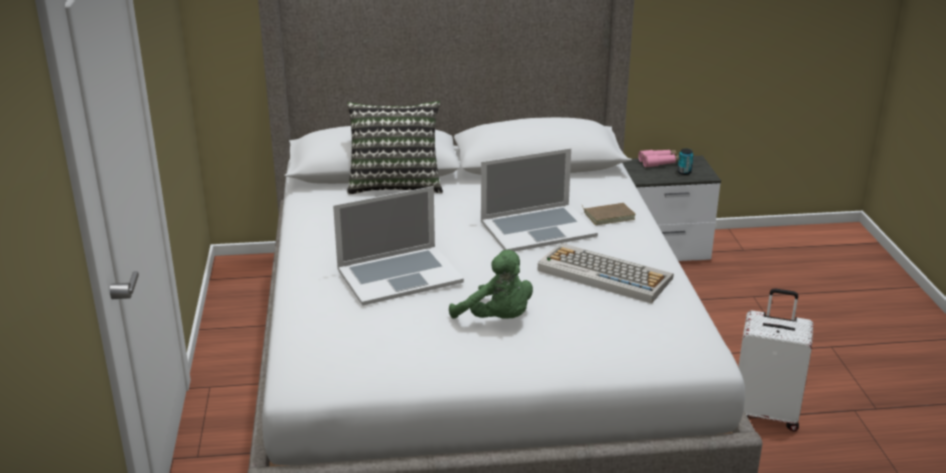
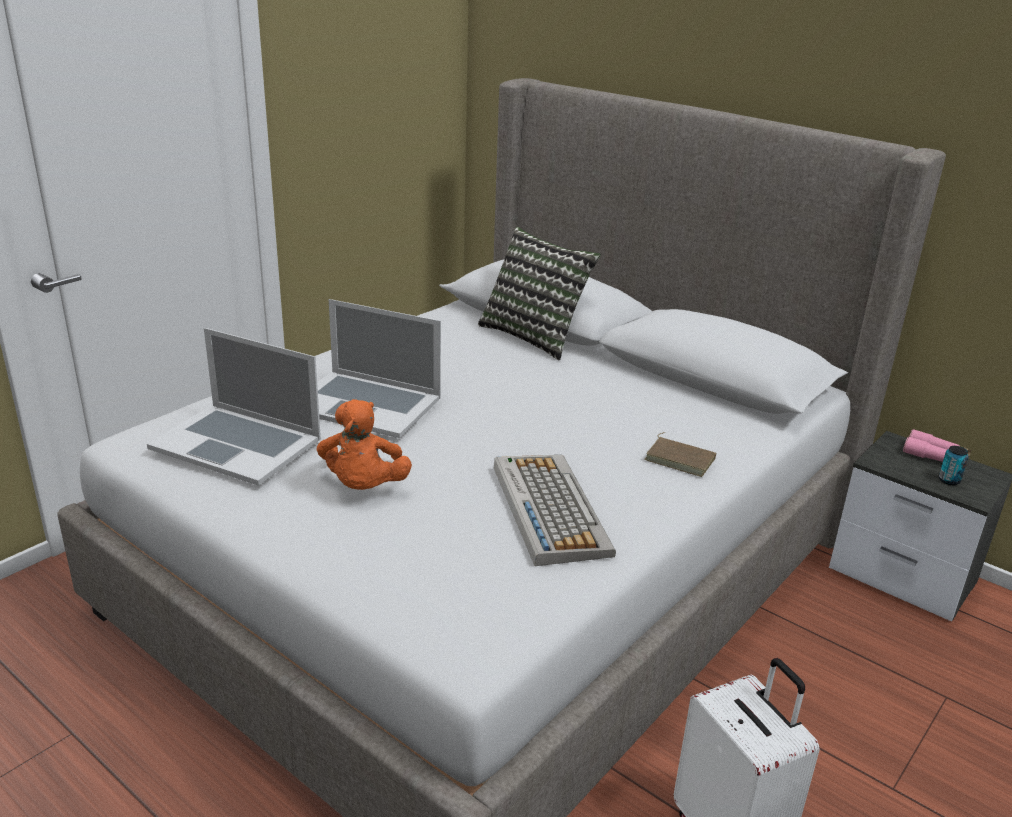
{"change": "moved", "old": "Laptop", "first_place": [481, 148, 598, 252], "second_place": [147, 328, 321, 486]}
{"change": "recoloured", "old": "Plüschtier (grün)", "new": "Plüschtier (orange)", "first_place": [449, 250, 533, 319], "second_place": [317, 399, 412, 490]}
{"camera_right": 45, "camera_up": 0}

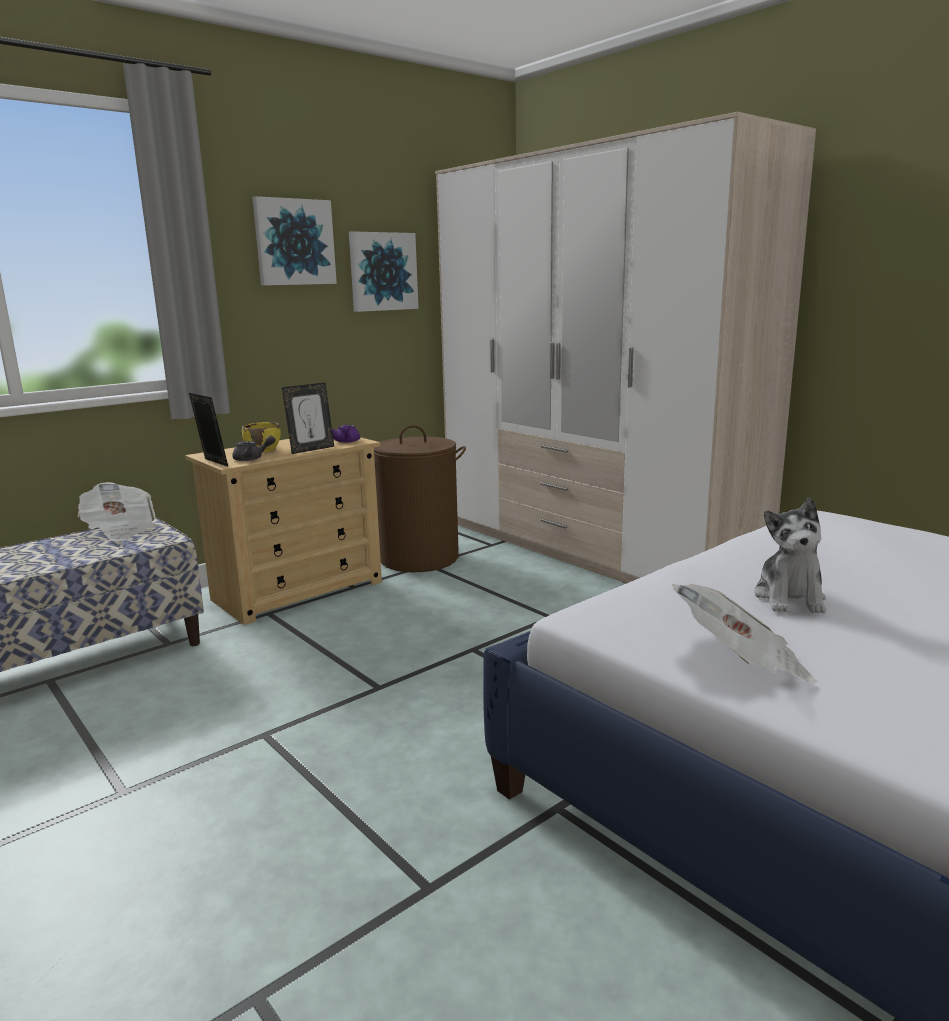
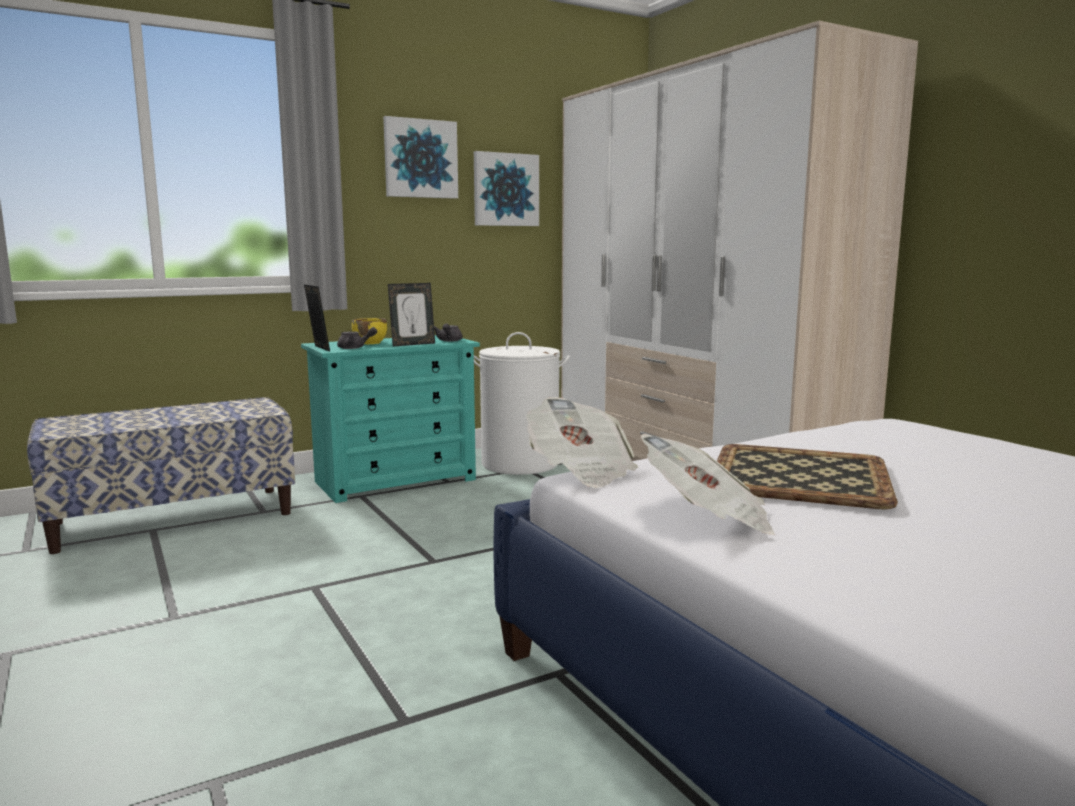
{"change": "recoloured", "old": "Kommode (beige)", "new": "Kommode (türkis)", "first_place": [185, 437, 382, 625], "second_place": [301, 335, 480, 503]}
{"change": "recoloured", "old": "Teekanne (lila)", "new": "Teekanne (grau)", "first_place": [332, 425, 360, 443], "second_place": [434, 324, 463, 342]}
{"change": "recoloured", "old": "Wäschekorb (braun)", "new": "Wäschekorb (weiß)", "first_place": [374, 425, 466, 572], "second_place": [474, 332, 570, 475]}
{"change": "moved", "old": "Zeitung", "first_place": [78, 482, 156, 541], "second_place": [526, 397, 638, 488]}
{"change": "replaced", "old": "Plüschtier", "new": "Tablett", "first_place": [754, 497, 826, 614], "second_place": [717, 444, 898, 509]}
{"camera_right": 10, "camera_up": -5}

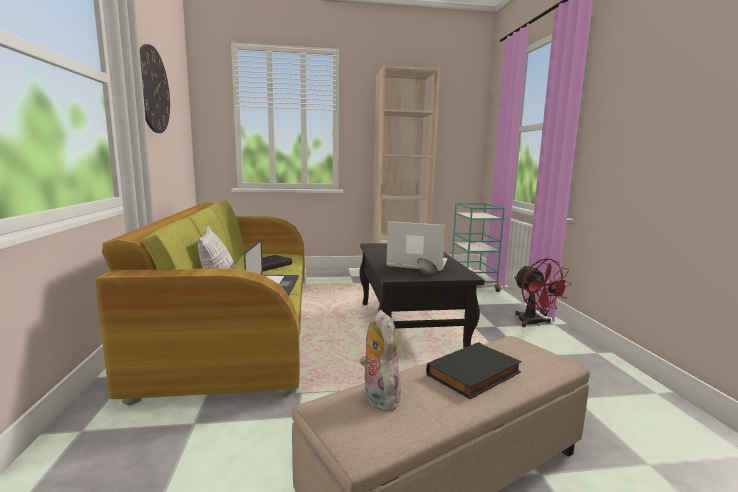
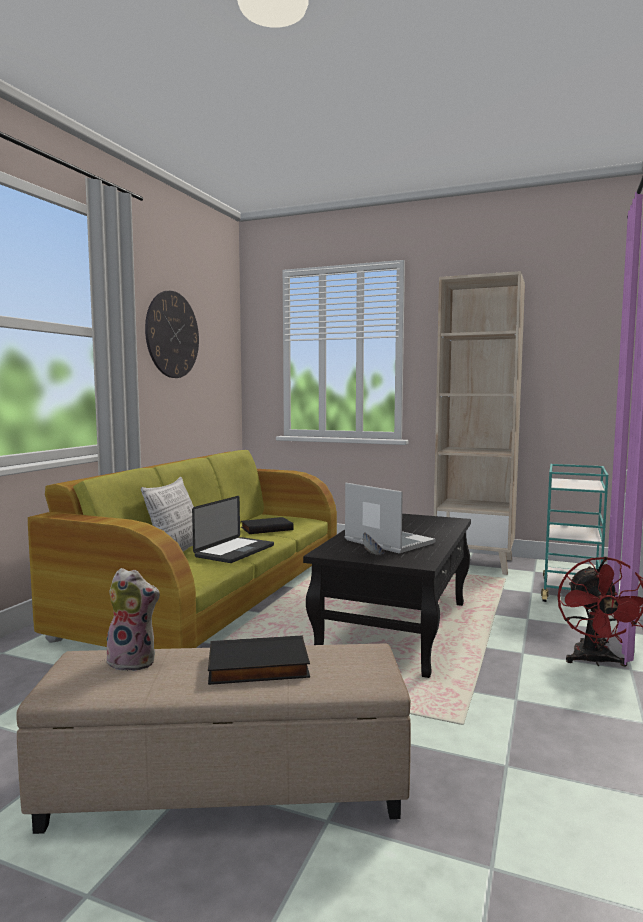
{"change": "turned", "old": "Plüschtier", "first_place": [360, 310, 401, 411], "second_place": [106, 568, 160, 671], "degrees": 90}
{"camera_right": 30, "camera_up": -5}

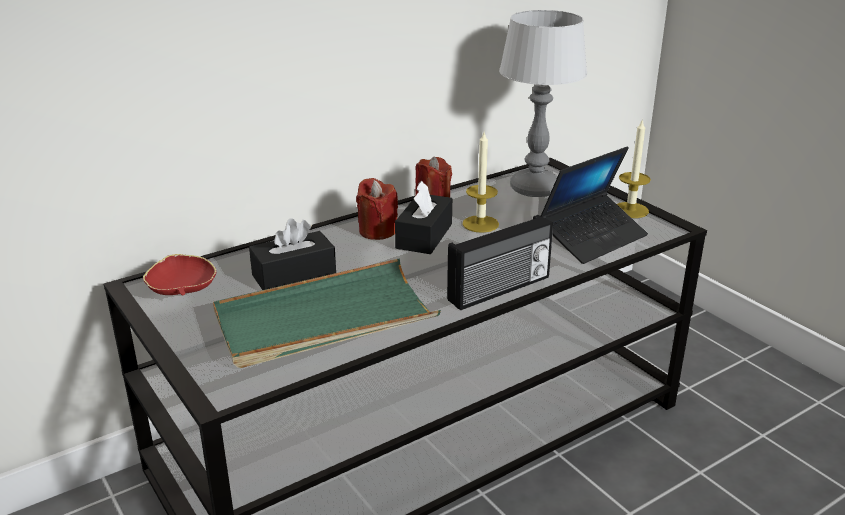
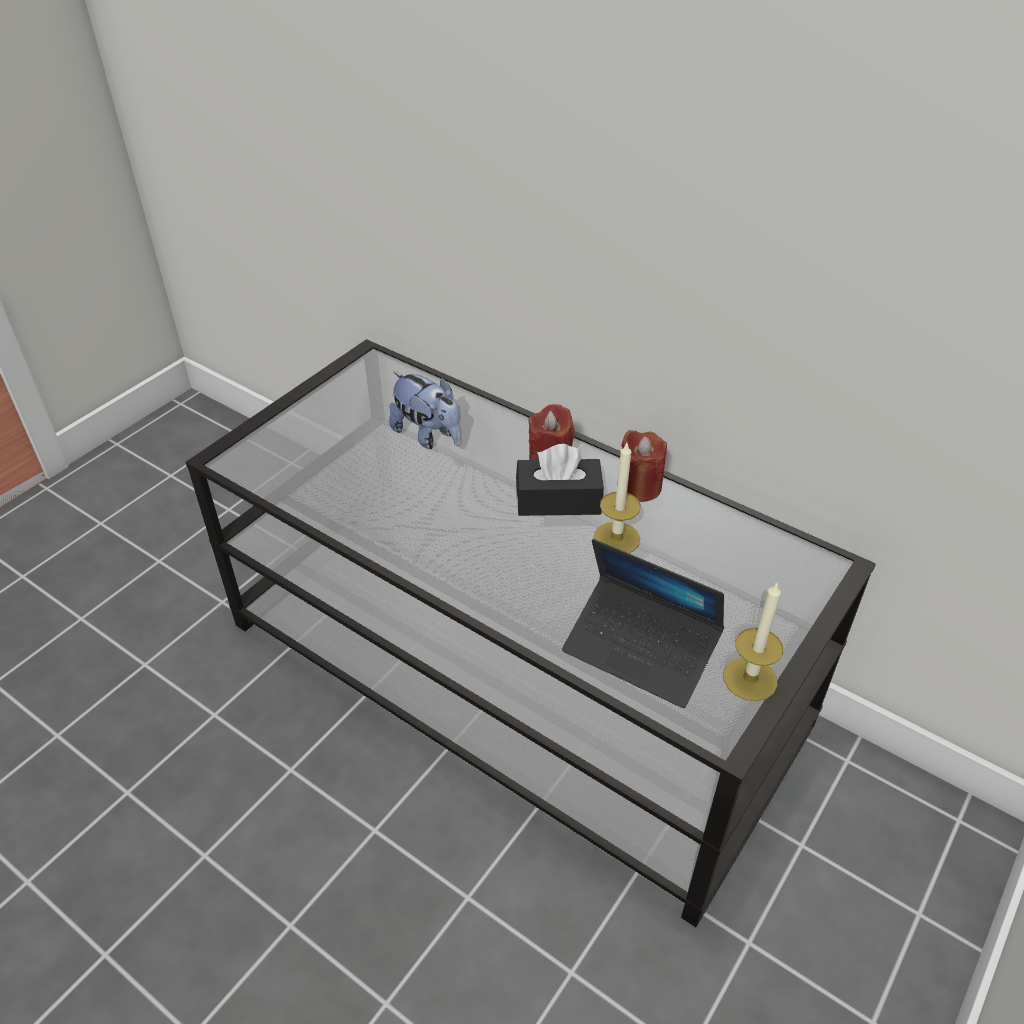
{"change": "replaced", "old": "Taschentuchbox (schwarz)", "new": "Plüschtier", "first_place": [249, 218, 336, 290], "second_place": [389, 372, 462, 449]}
{"change": "removed", "old": "Schüssel (rot)", "first_place": [143, 254, 216, 295]}
{"change": "removed", "old": "Tablett (grün)", "first_place": [213, 259, 441, 368]}
{"change": "removed", "old": "Radio", "first_place": [447, 215, 553, 310]}
{"change": "removed", "old": "Tischlampe", "first_place": [499, 10, 587, 197]}
{"camera_right": 70, "camera_up": 15}

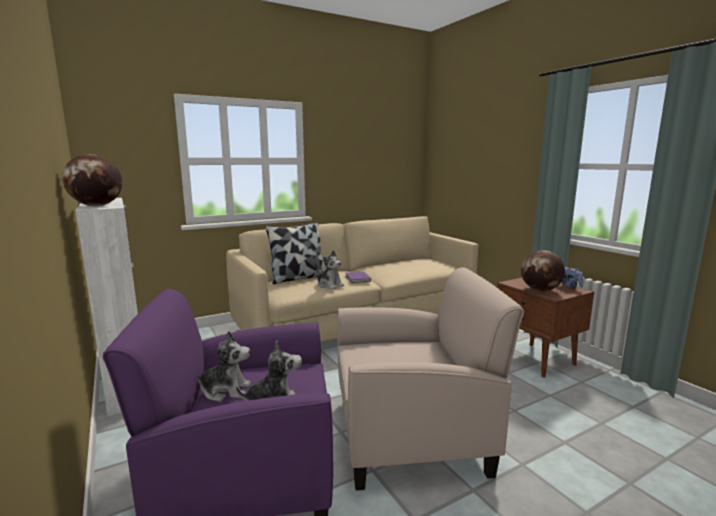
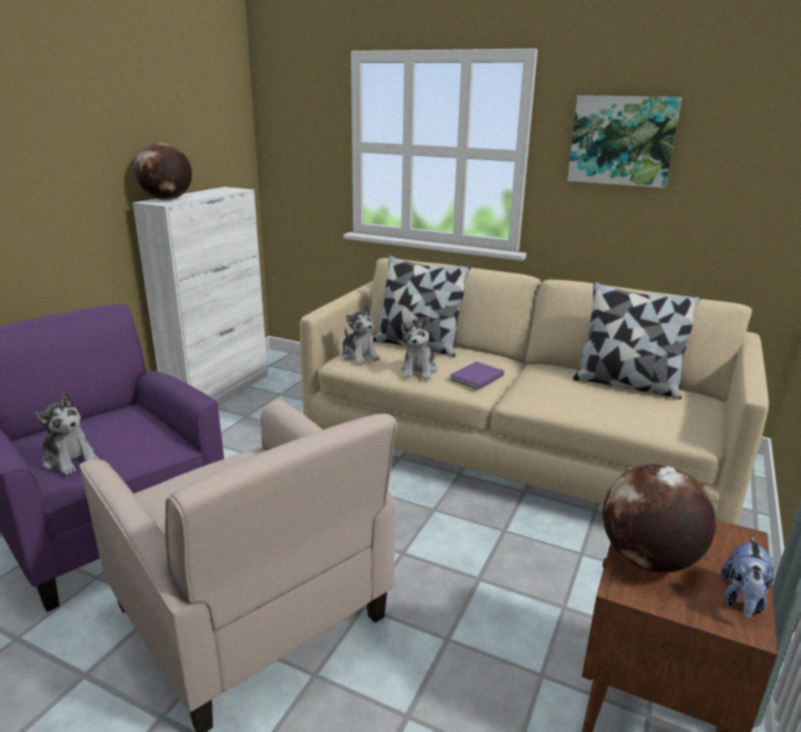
{"change": "moved", "old": "Plüschtier", "first_place": [198, 331, 251, 402], "second_place": [342, 304, 380, 365]}
{"change": "added", "new": "Bild", "second_place": [567, 95, 682, 188]}
{"change": "added", "new": "Kissen", "second_place": [573, 282, 702, 399]}
{"camera_right": 55, "camera_up": 10}

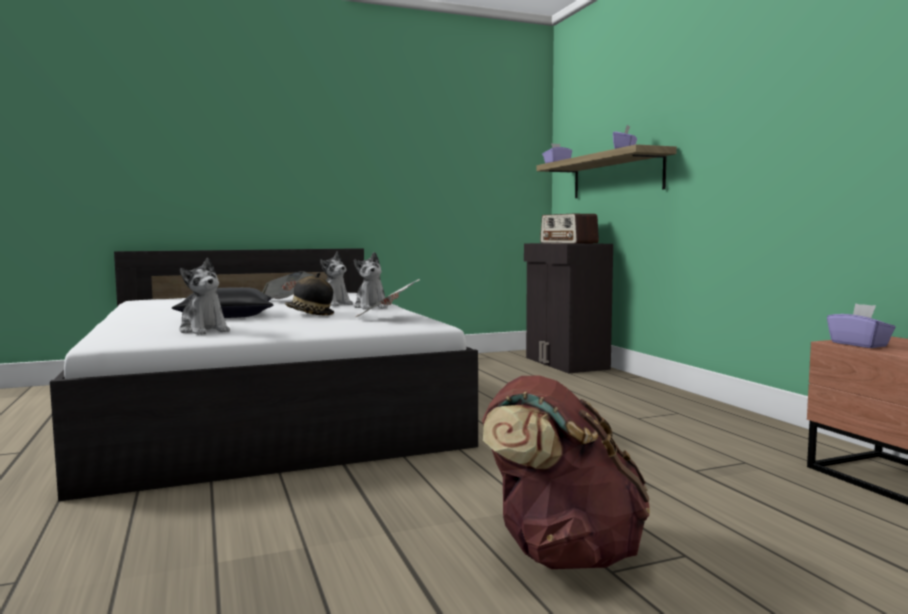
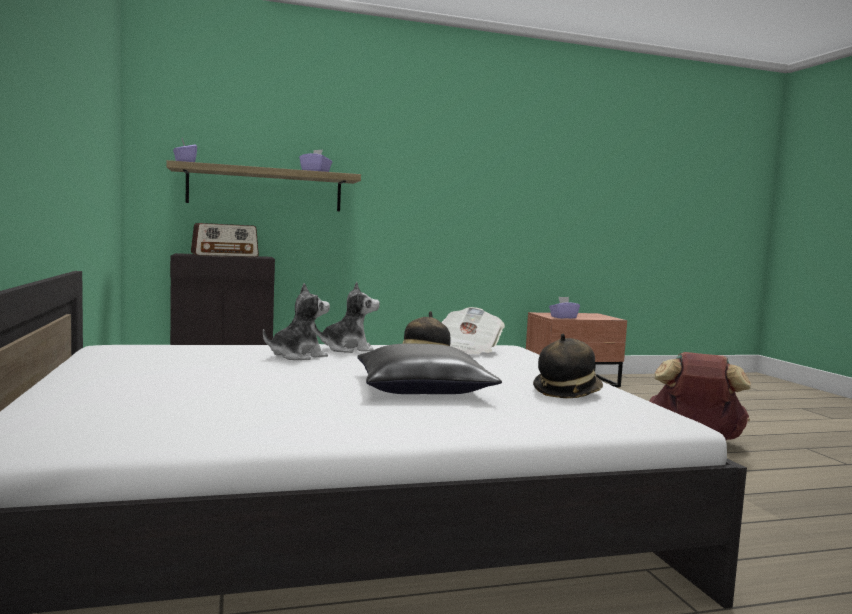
{"change": "replaced", "old": "Plüschtier", "new": "Hut", "first_place": [179, 258, 230, 335], "second_place": [533, 334, 603, 398]}
{"change": "removed", "old": "Zeitung", "first_place": [262, 271, 314, 299]}
{"camera_right": -85, "camera_up": 0}

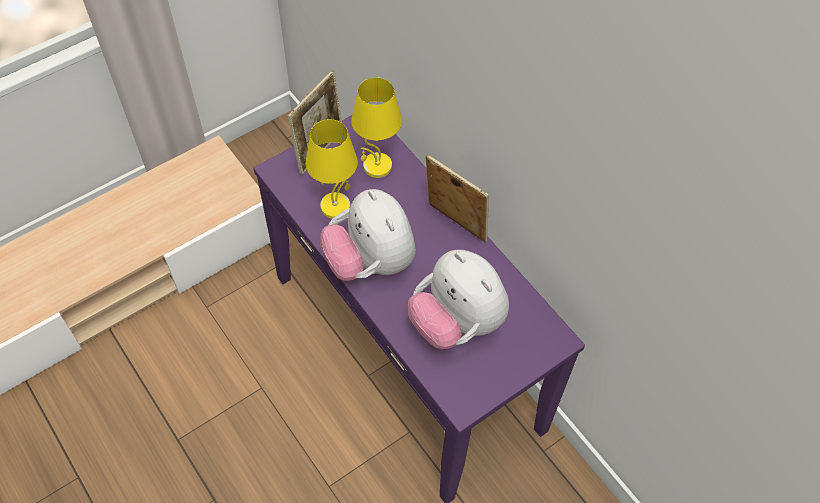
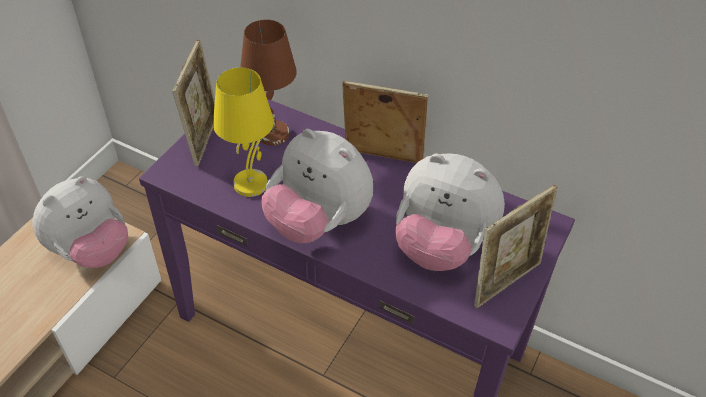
{"change": "added", "new": "Plüschtier", "second_place": [32, 176, 128, 268]}
{"change": "recoloured", "old": "Tischlampe (gelb)", "new": "Tischlampe (braun)", "first_place": [351, 77, 402, 178], "second_place": [240, 20, 297, 145]}
{"change": "added", "new": "Bilderrahmen", "second_place": [474, 185, 558, 308]}
{"camera_right": -25, "camera_up": -10}

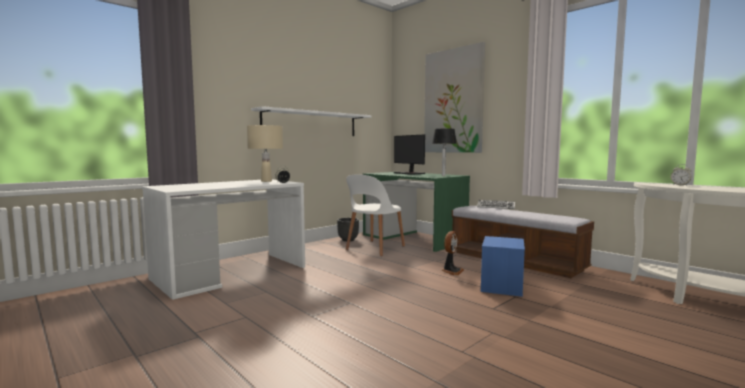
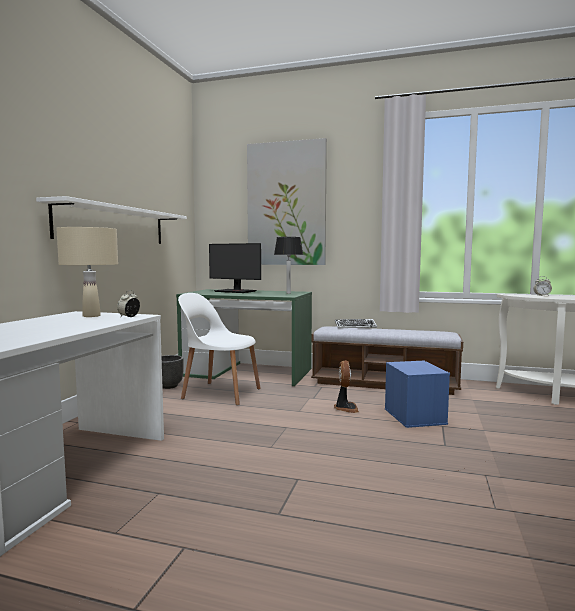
{"change": "turned", "old": "Stuhl (weiß)", "first_place": [346, 174, 405, 256], "second_place": [178, 293, 261, 405], "degrees": 105}
{"camera_right": -30, "camera_up": 0}

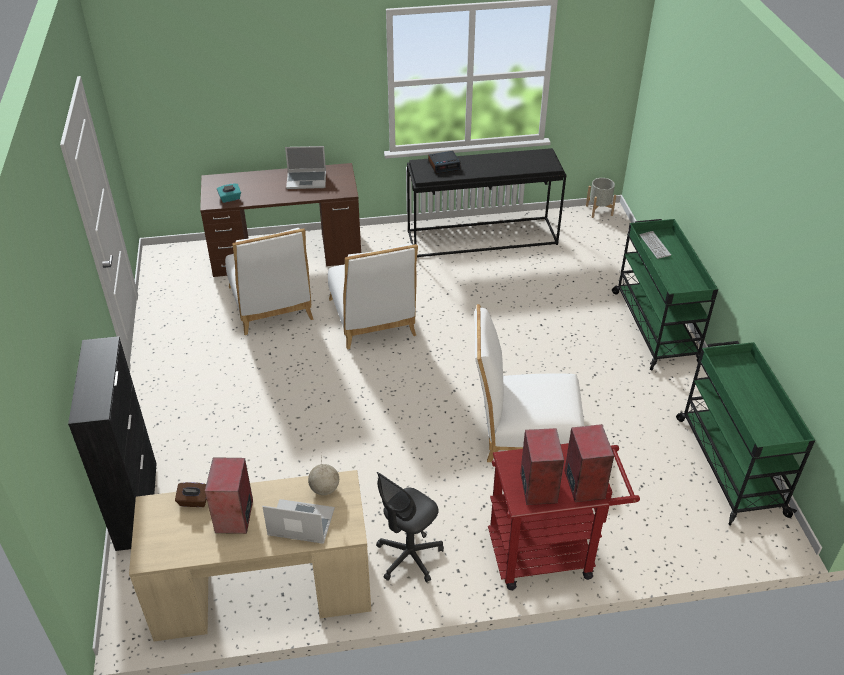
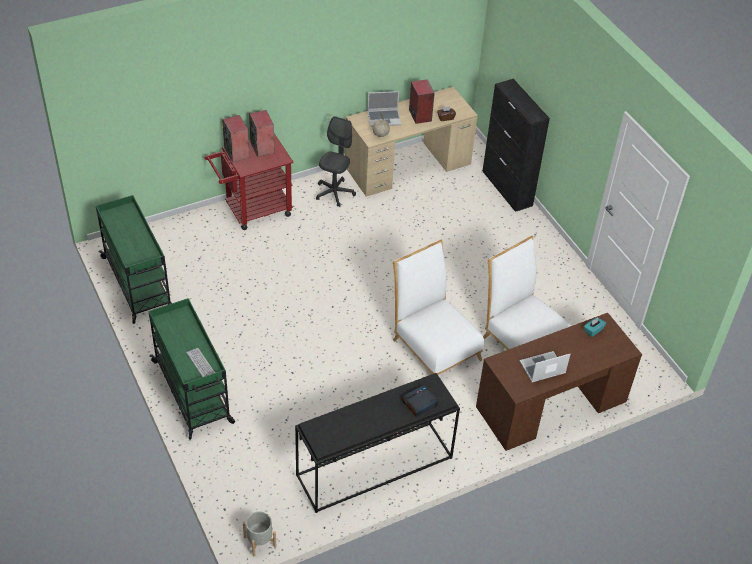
{"change": "removed", "old": "Stuhl (weiß)", "first_place": [475, 304, 584, 462]}
{"camera_right": 160, "camera_up": 5}

